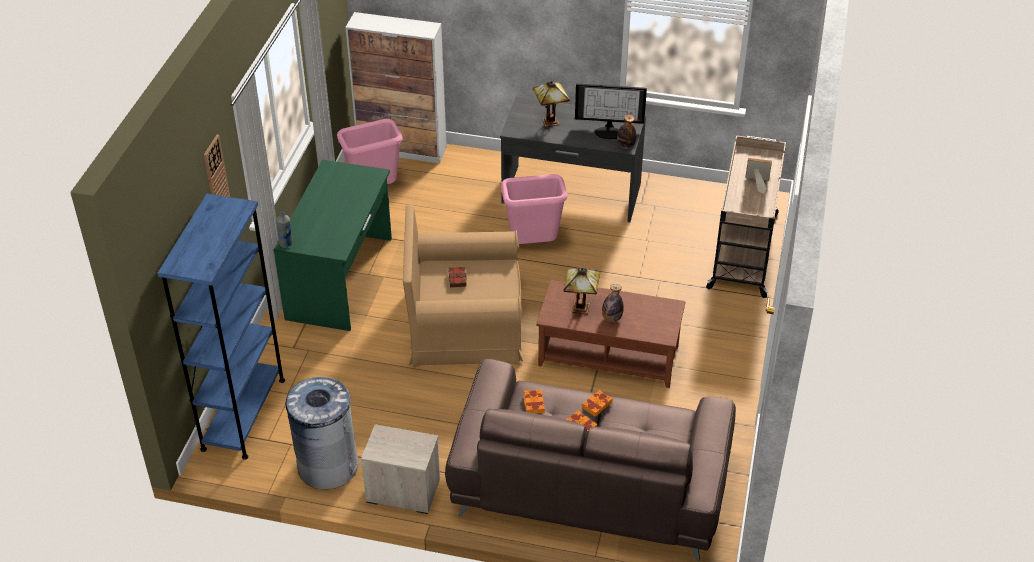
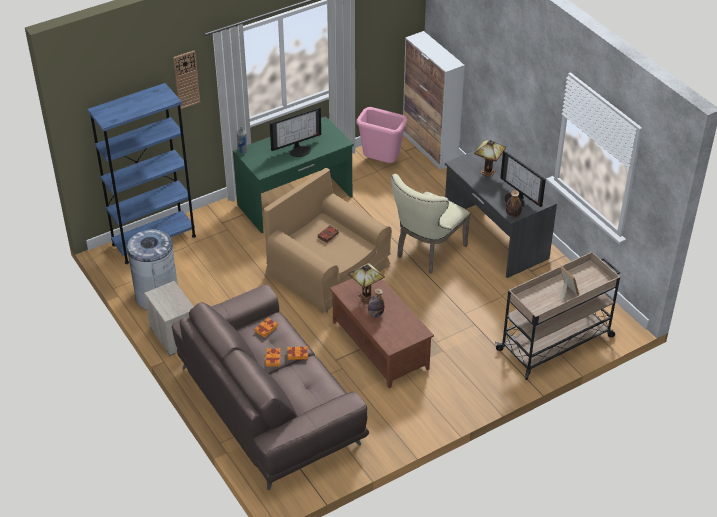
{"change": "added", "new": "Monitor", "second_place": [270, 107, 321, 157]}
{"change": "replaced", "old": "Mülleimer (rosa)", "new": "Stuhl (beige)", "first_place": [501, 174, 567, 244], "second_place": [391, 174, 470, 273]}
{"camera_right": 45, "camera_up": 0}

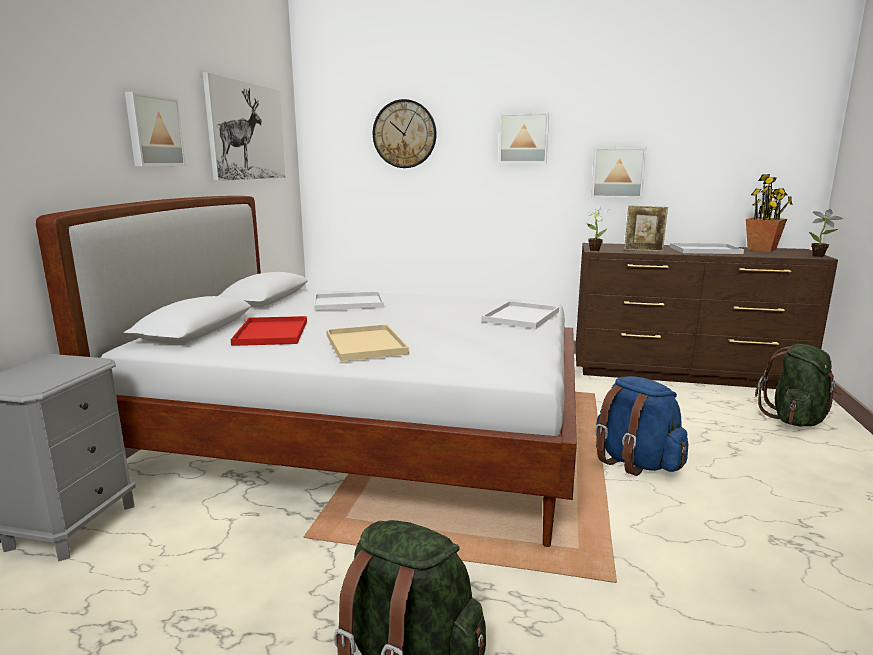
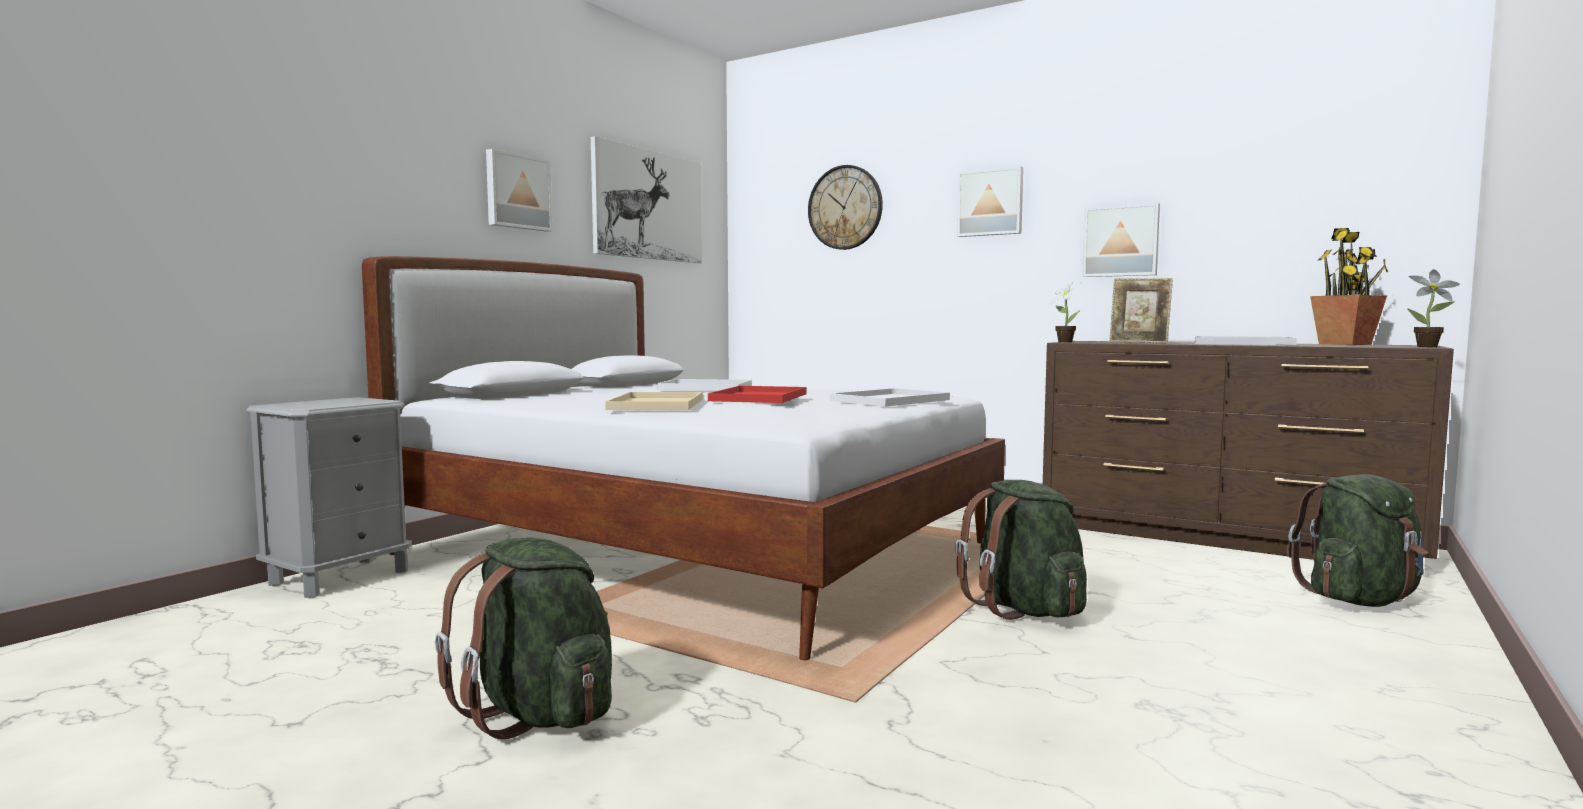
{"change": "moved", "old": "Tablett (rot)", "first_place": [231, 316, 307, 346], "second_place": [708, 386, 806, 403]}
{"change": "recoloured", "old": "Rucksack (blau)", "new": "Rucksack (grün)", "first_place": [595, 376, 688, 476], "second_place": [955, 480, 1087, 620]}
{"camera_right": 20, "camera_up": -10}

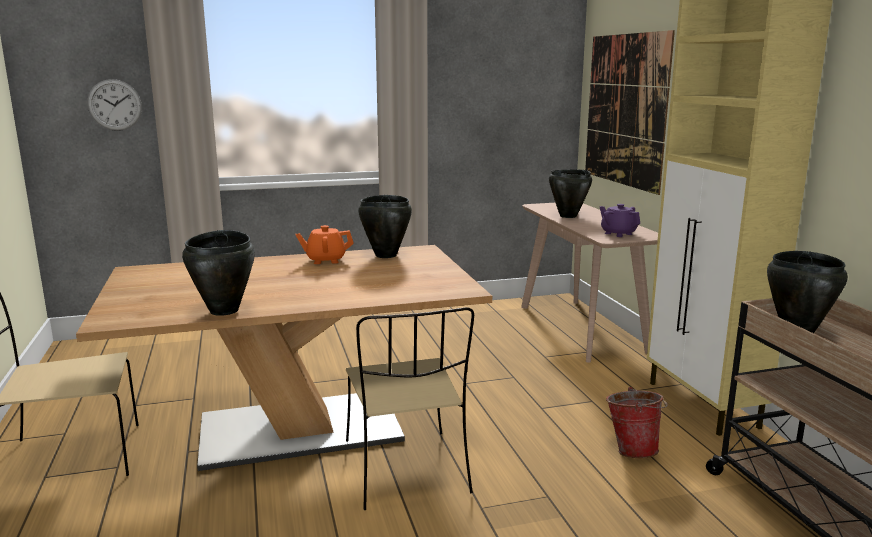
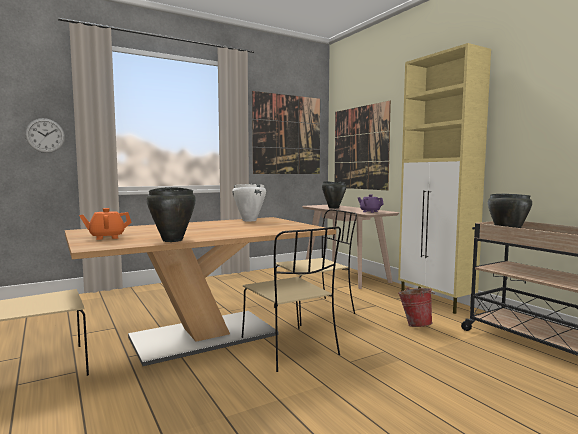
{"change": "moved", "old": "Teekanne (orange)", "first_place": [296, 225, 354, 264], "second_place": [79, 208, 132, 240]}
{"change": "recoloured", "old": "Kochtopf (schwarz)", "new": "Kochtopf (weiß)", "first_place": [358, 195, 412, 258], "second_place": [232, 184, 266, 221]}
{"change": "added", "new": "Bild", "second_place": [252, 91, 320, 174]}
{"change": "added", "new": "Stuhl (beige)", "second_place": [274, 209, 357, 326]}
{"camera_right": -15, "camera_up": -10}

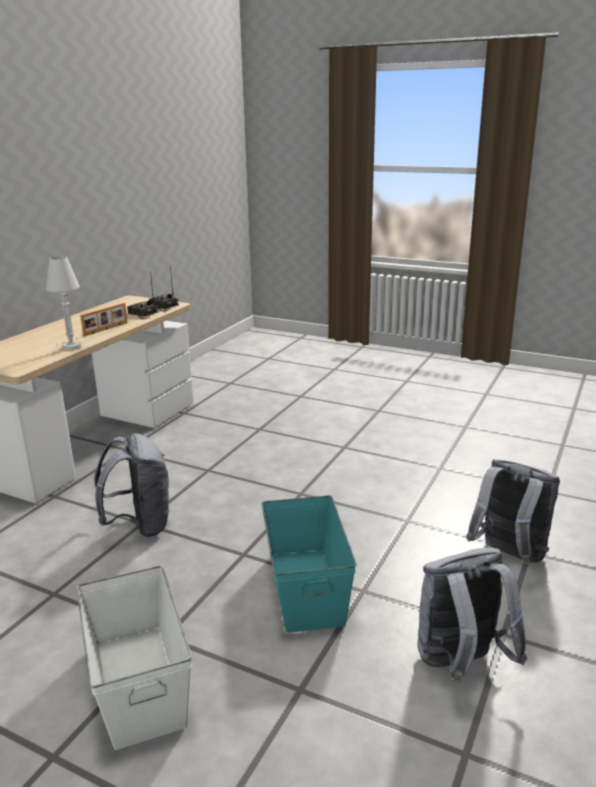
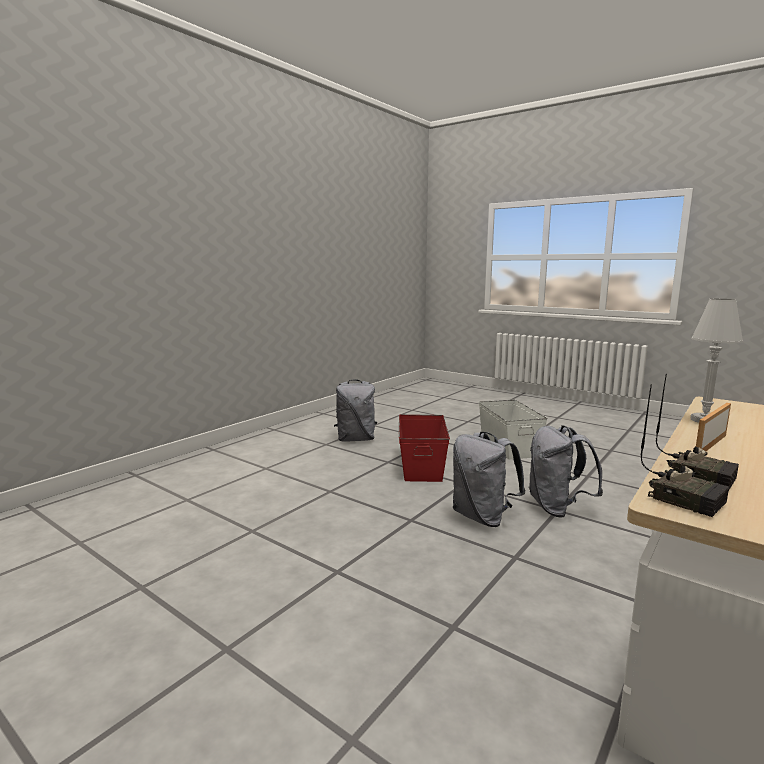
{"change": "recoloured", "old": "Aufbewahrungsbox (türkis)", "new": "Aufbewahrungsbox (rot)", "first_place": [262, 495, 356, 633], "second_place": [399, 414, 450, 482]}
{"change": "moved", "old": "Rucksack (grau)", "first_place": [466, 459, 560, 564], "second_place": [453, 432, 525, 527]}
{"camera_right": -170, "camera_up": -10}

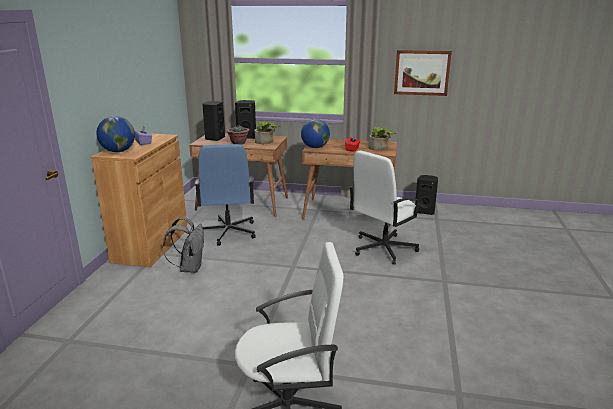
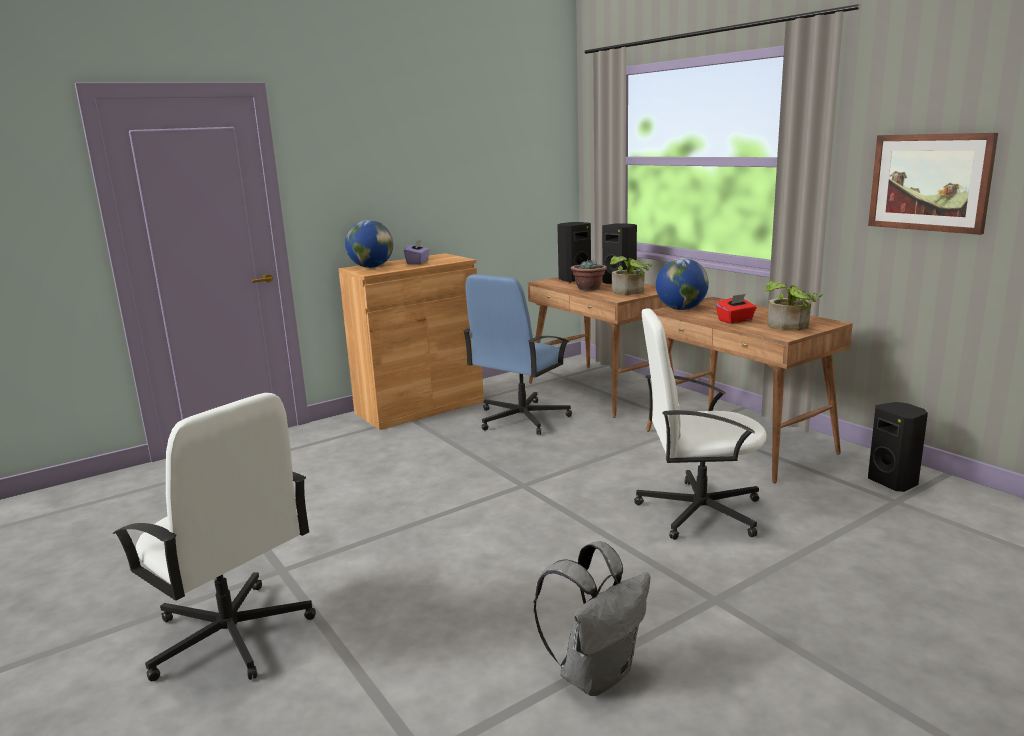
{"change": "moved", "old": "Rucksack (grau)", "first_place": [163, 217, 204, 273], "second_place": [534, 541, 650, 696]}
{"camera_right": 45, "camera_up": -5}

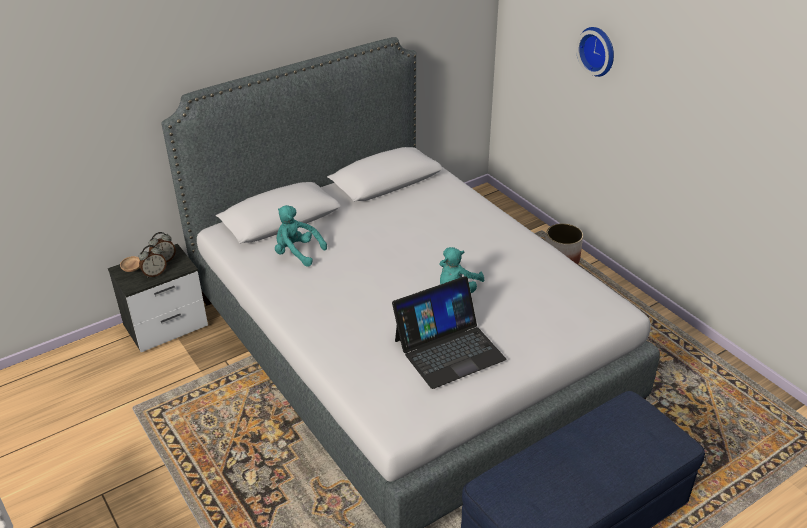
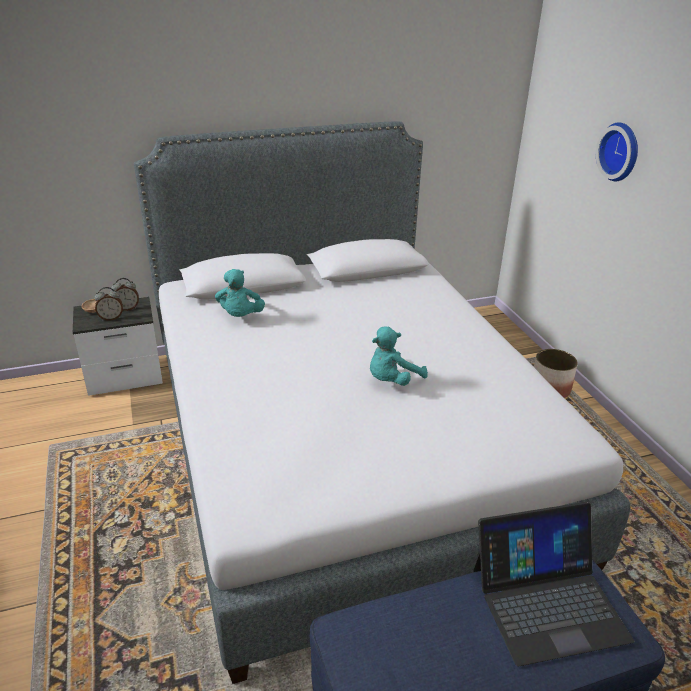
{"change": "turned", "old": "Plüschtier (türkis)", "first_place": [275, 205, 327, 267], "second_place": [215, 269, 265, 317], "degrees": -135}
{"change": "moved", "old": "Laptop", "first_place": [392, 276, 506, 389], "second_place": [473, 502, 634, 667]}
{"camera_right": 15, "camera_up": -5}

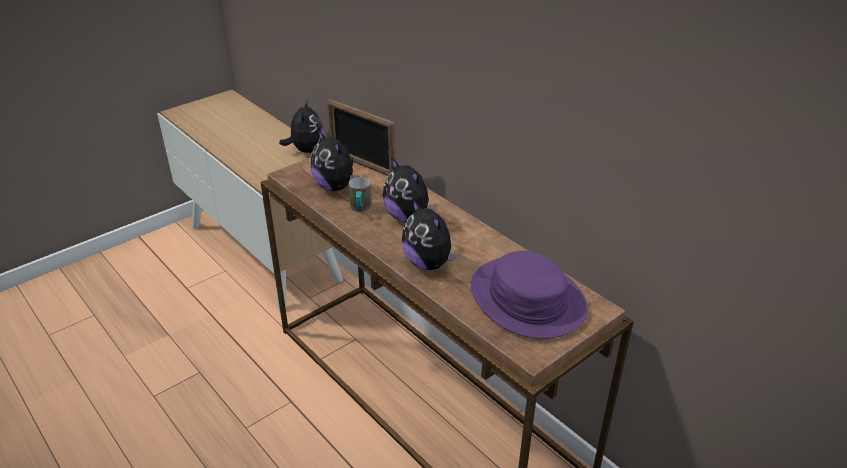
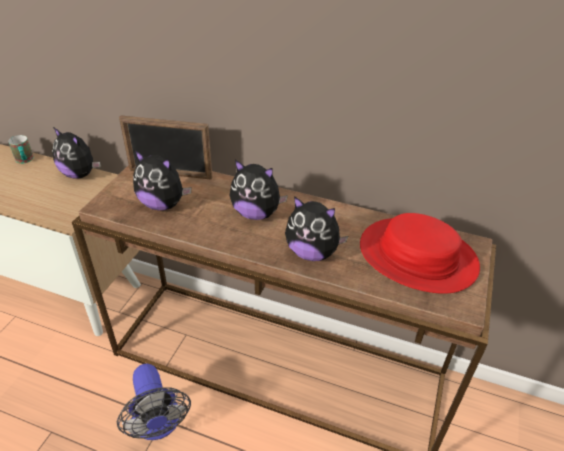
{"change": "moved", "old": "Henkelbecher", "first_place": [349, 177, 372, 212], "second_place": [8, 135, 34, 164]}
{"change": "turned", "old": "Plüschtier", "first_place": [279, 99, 324, 153], "second_place": [52, 127, 101, 179], "degrees": 150}
{"change": "added", "new": "Ventilator", "second_place": [117, 364, 191, 440]}
{"change": "recoloured", "old": "Hut (lila)", "new": "Hut (rot)", "first_place": [471, 251, 588, 339], "second_place": [360, 213, 480, 294]}
{"camera_right": -30, "camera_up": 5}

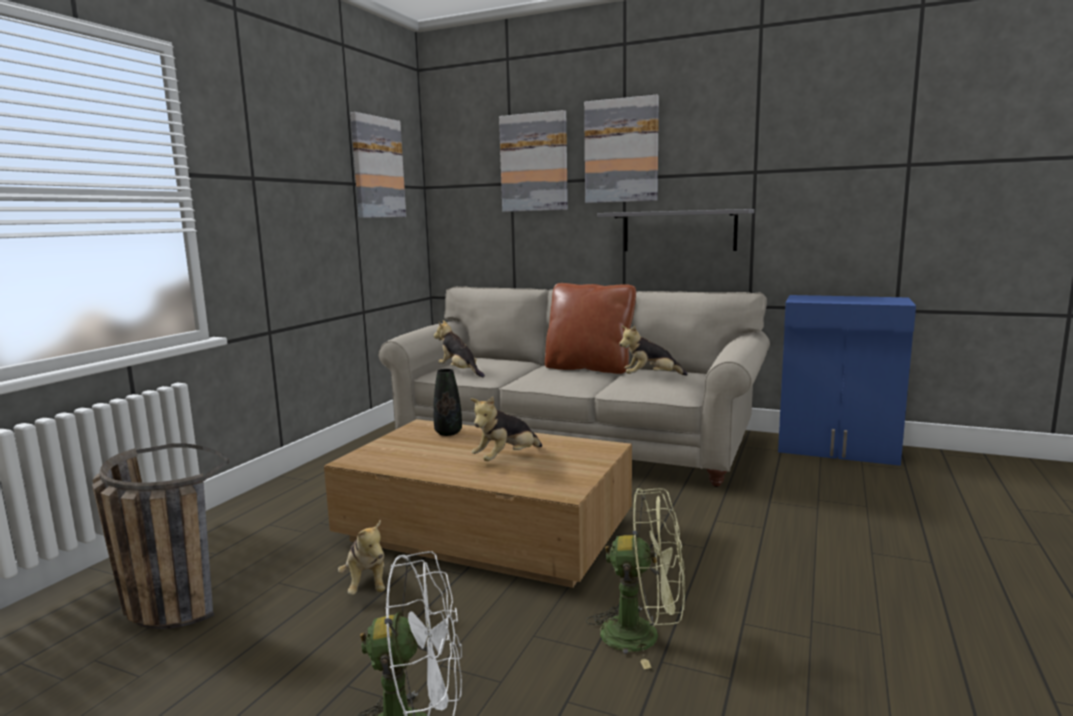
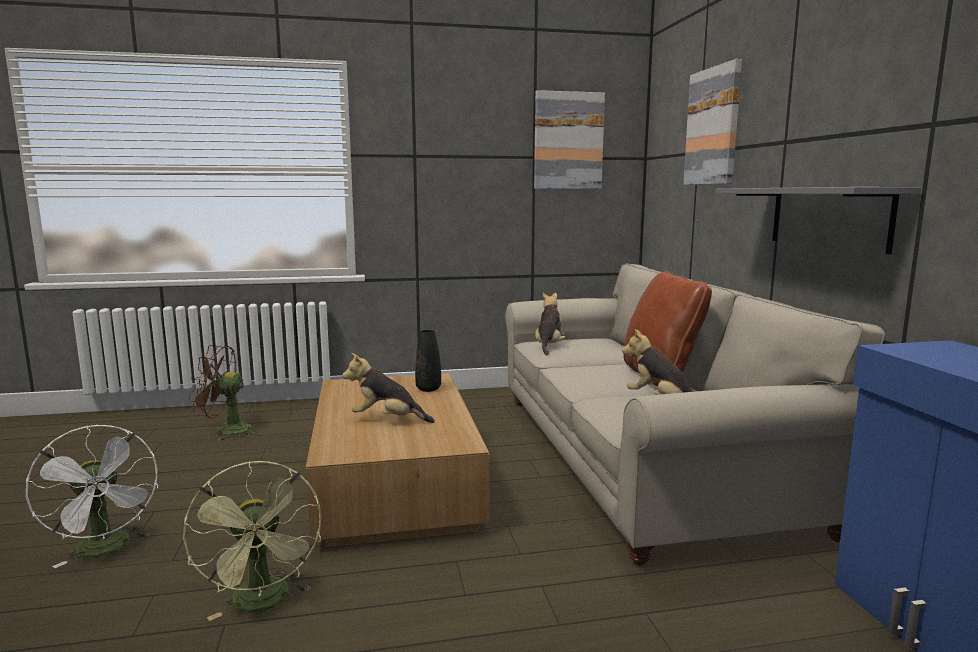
{"change": "replaced", "old": "Korb", "new": "Ventilator (braun)", "first_place": [92, 443, 229, 629], "second_place": [189, 345, 256, 441]}
{"change": "removed", "old": "Plüschtier", "first_place": [338, 519, 385, 595]}
{"change": "removed", "old": "Bild", "first_place": [584, 95, 659, 203]}
{"camera_right": 55, "camera_up": 0}

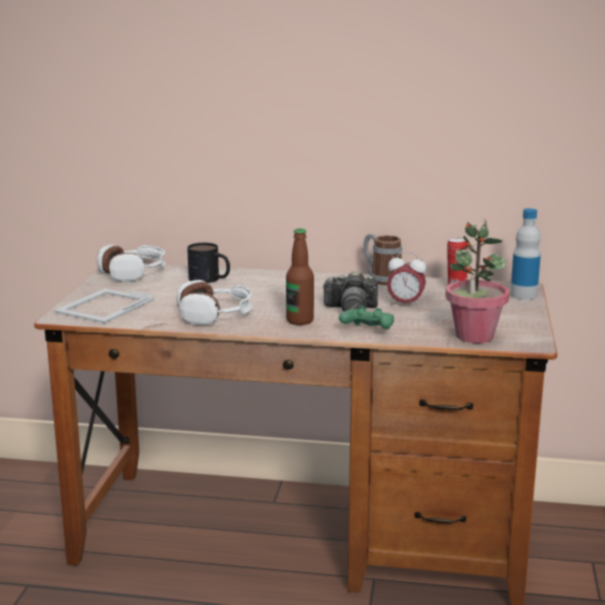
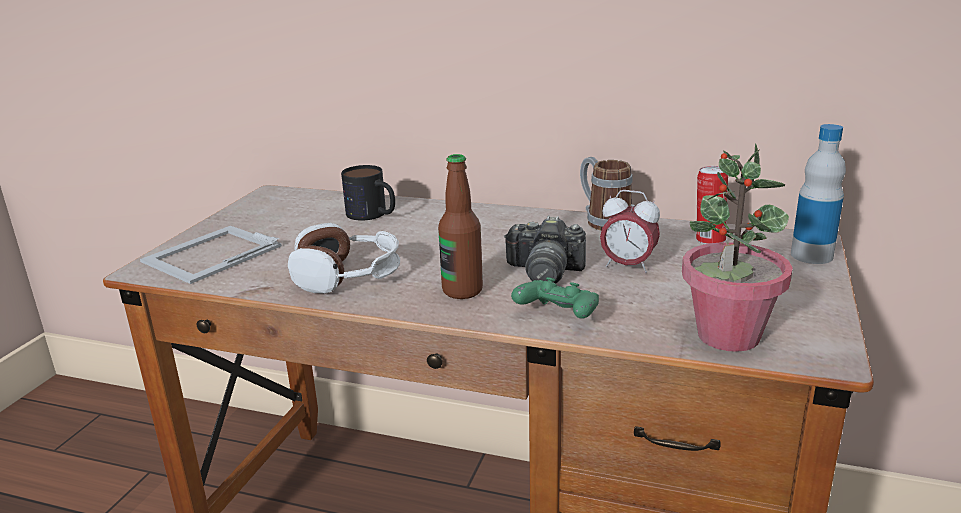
{"change": "removed", "old": "Kopfhörer", "first_place": [97, 244, 166, 282]}
{"camera_right": 10, "camera_up": 5}

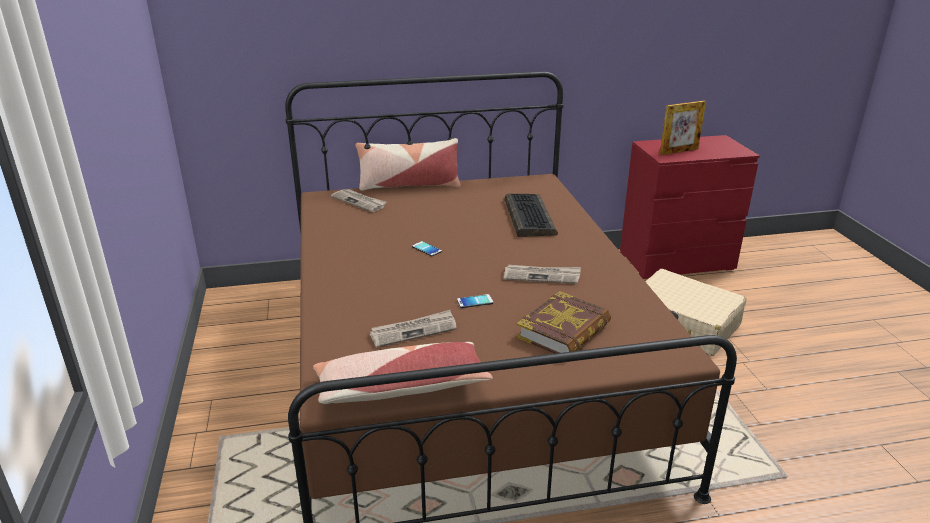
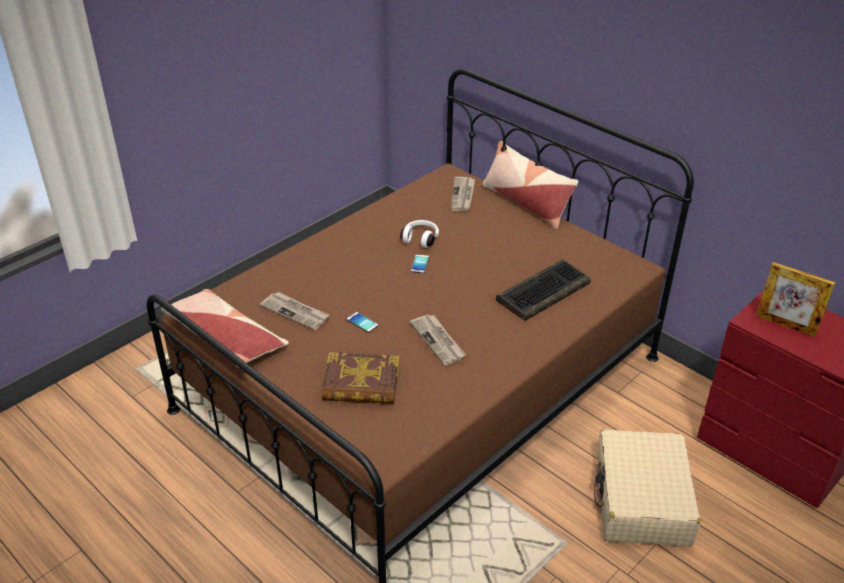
{"change": "added", "new": "Kopfhörer (weiß)", "second_place": [400, 220, 439, 248]}
{"camera_right": 55, "camera_up": 10}

